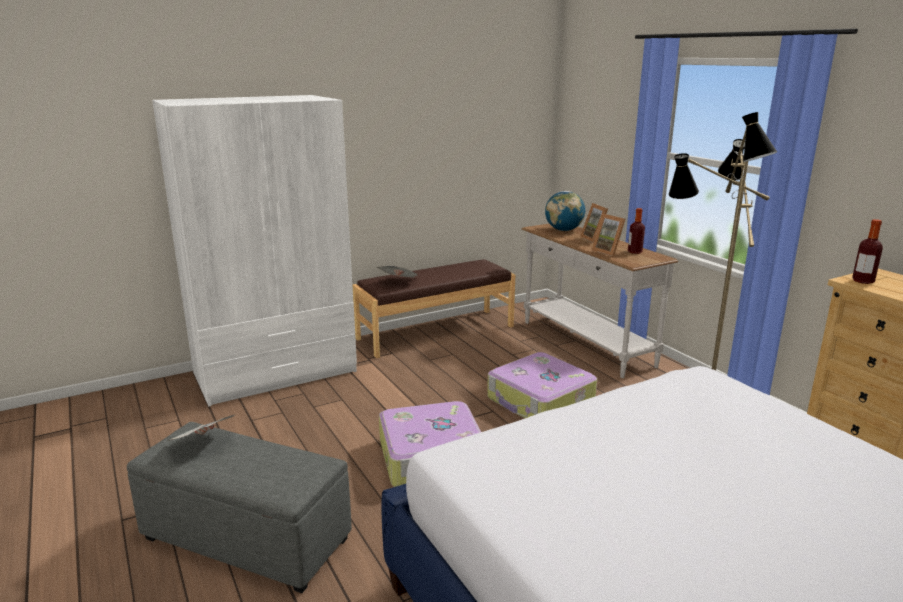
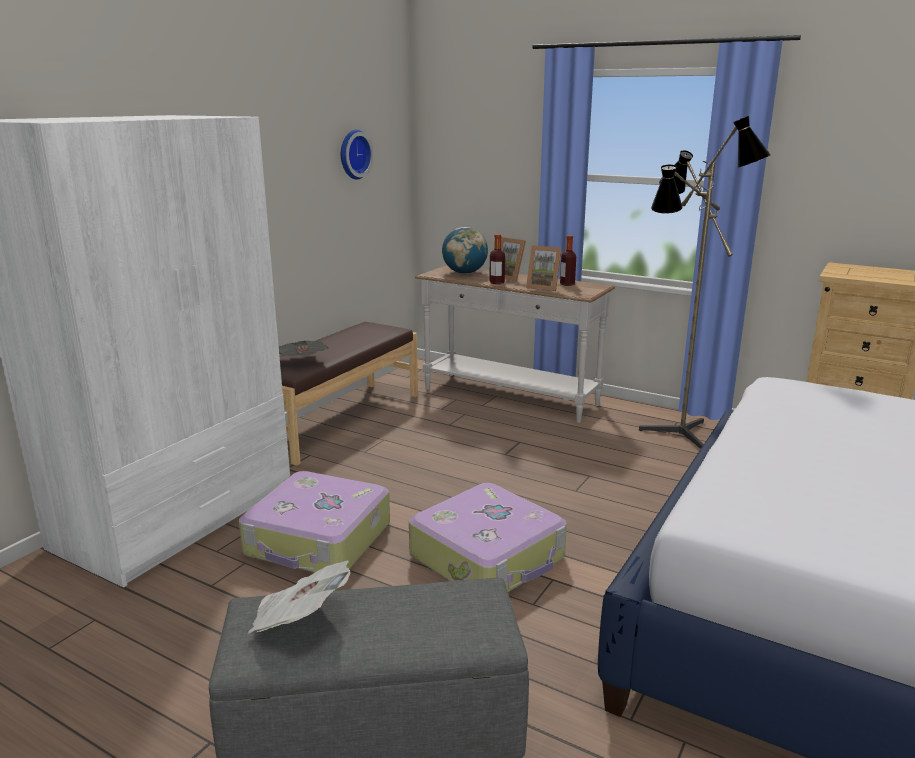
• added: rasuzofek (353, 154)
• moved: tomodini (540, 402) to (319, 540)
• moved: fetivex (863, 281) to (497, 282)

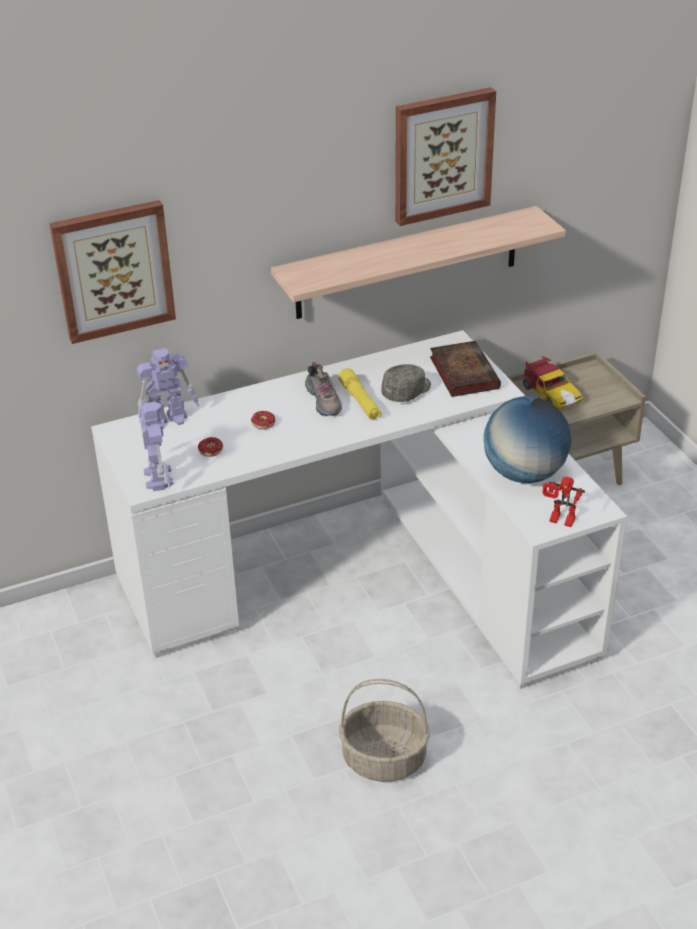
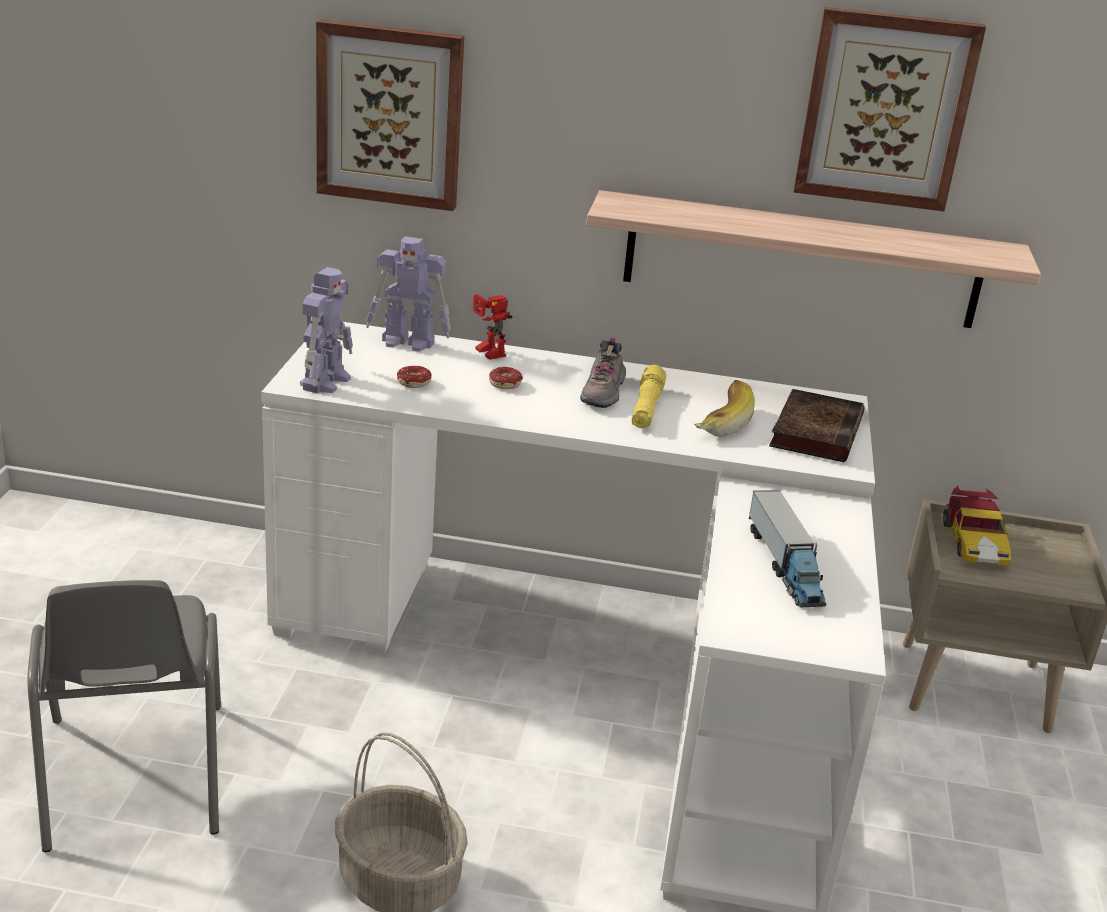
• added: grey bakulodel (133, 777)
• moved: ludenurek (559, 521) to (485, 352)
• replaced: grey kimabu (407, 391) to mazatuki (718, 421)
• replaced: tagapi (524, 473) to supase (784, 565)

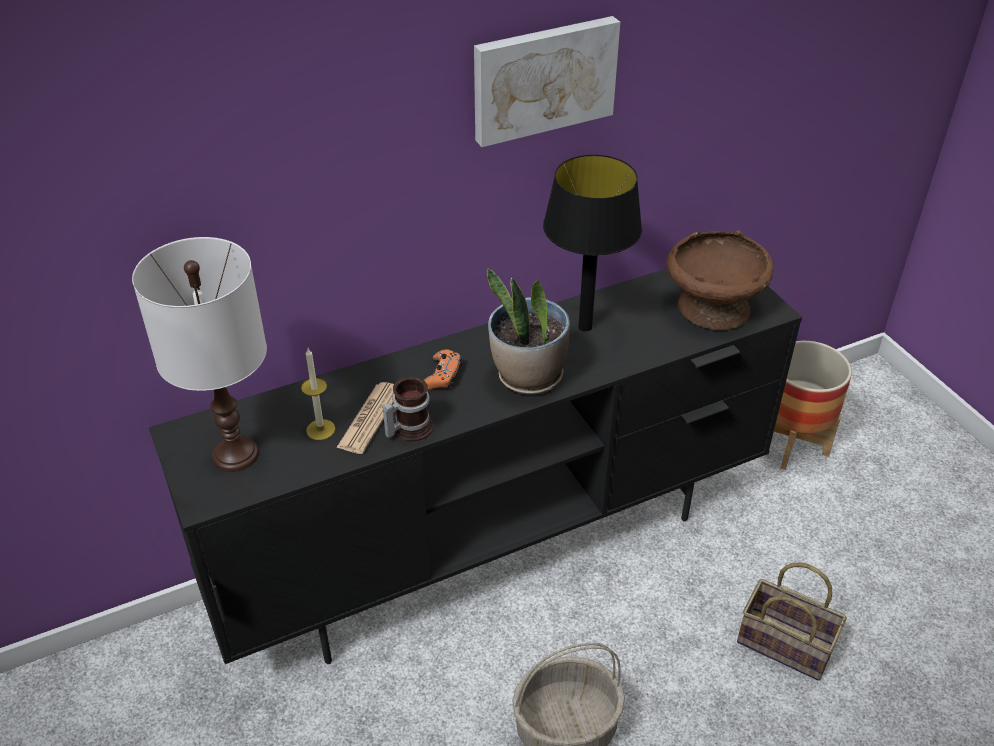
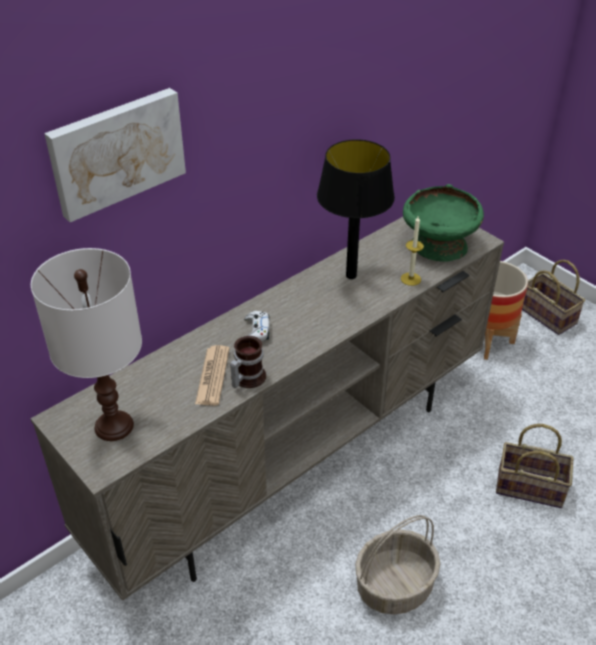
• removed: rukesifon (528, 377)
• added: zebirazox (549, 316)
• moved: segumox (320, 429) to (410, 279)
• moved: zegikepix (543, 78) to (116, 151)
• recoloured: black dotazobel (497, 549) to beige dotazobel (297, 462)
• recoloured: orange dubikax (442, 375) to white dubikax (256, 332)
• recoloured: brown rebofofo (712, 306) to green rebofofo (438, 244)

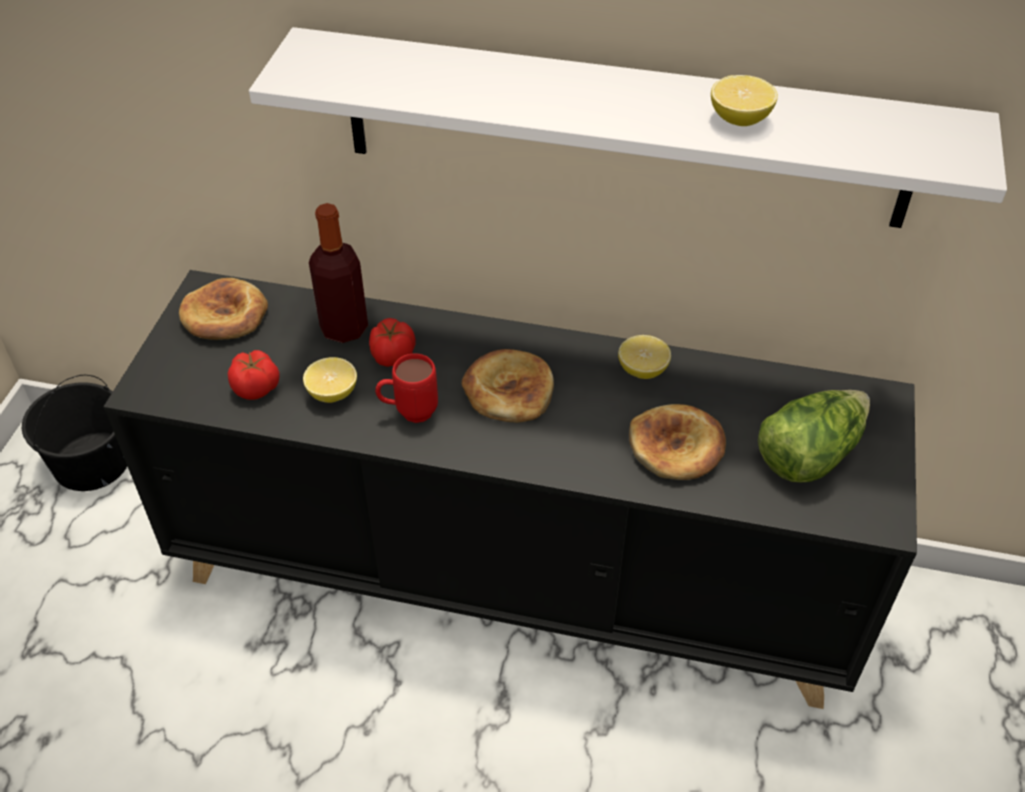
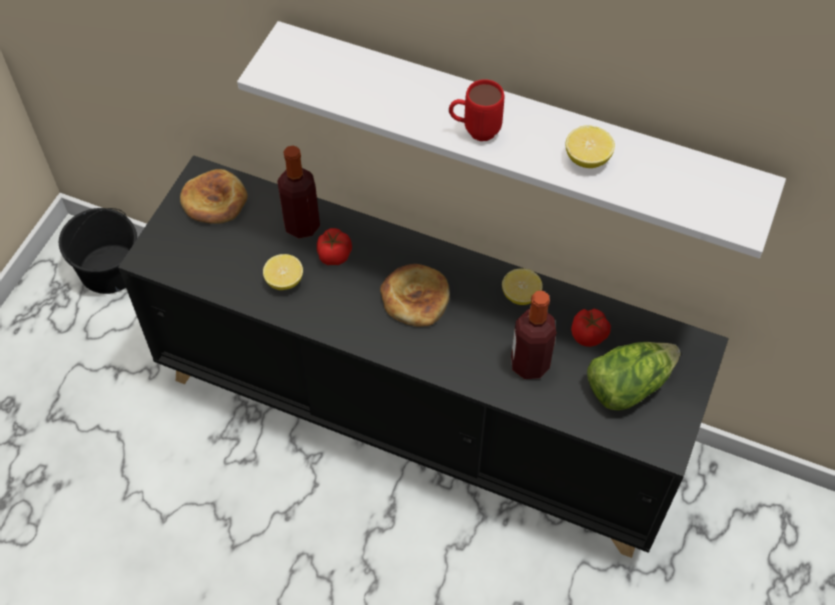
• moved: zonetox (257, 388) to (589, 335)
• moved: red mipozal (408, 413) to (474, 131)
• replaced: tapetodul (676, 447) to fetivex (529, 364)

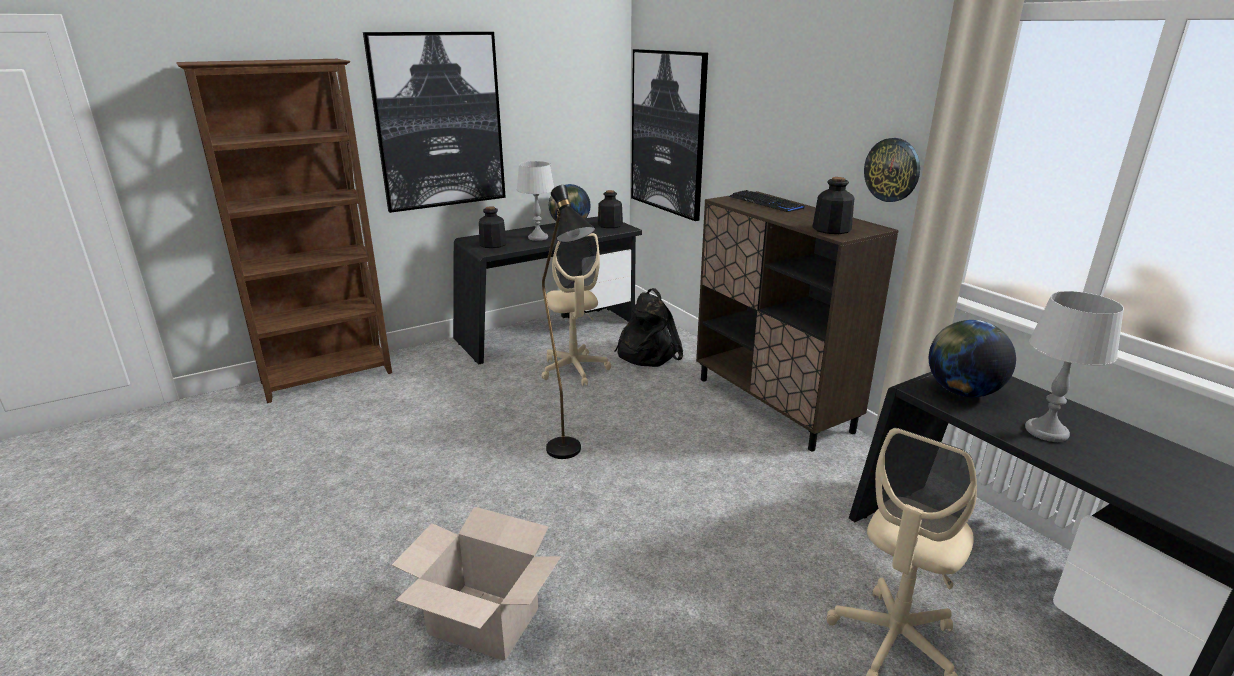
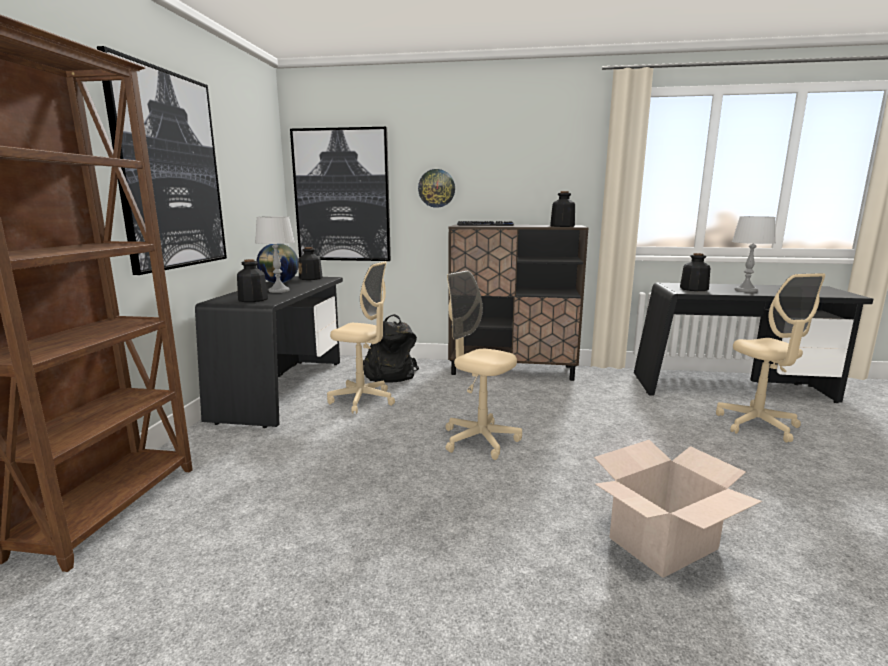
• moved: rasuzofek (892, 170) to (436, 188)
• replaced: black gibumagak (570, 455) to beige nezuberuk (480, 440)
• replaced: tagapi (962, 392) to fetivex (693, 289)

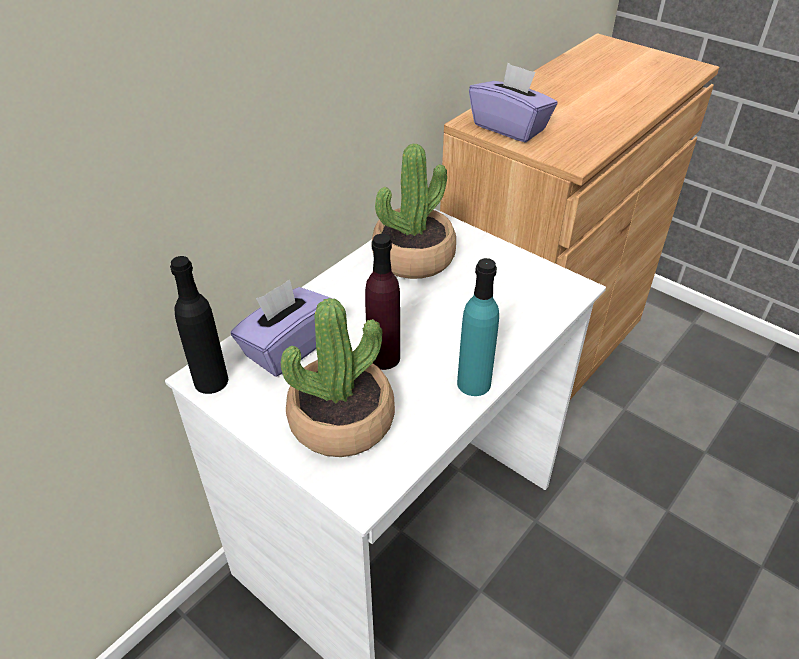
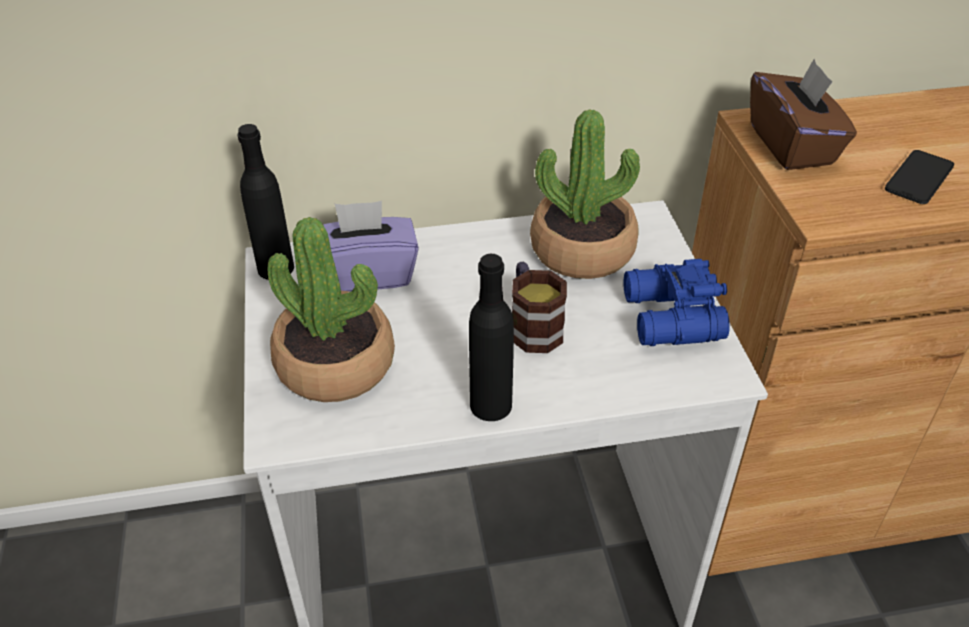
• removed: purple fetivex (383, 358)
• added: mipozal (532, 326)
• added: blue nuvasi (670, 319)
• added: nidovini (919, 178)
• recoloured: turquoise fetivex (473, 383) to black fetivex (491, 405)
• recoloured: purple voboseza (510, 127) to brown voboseza (792, 145)

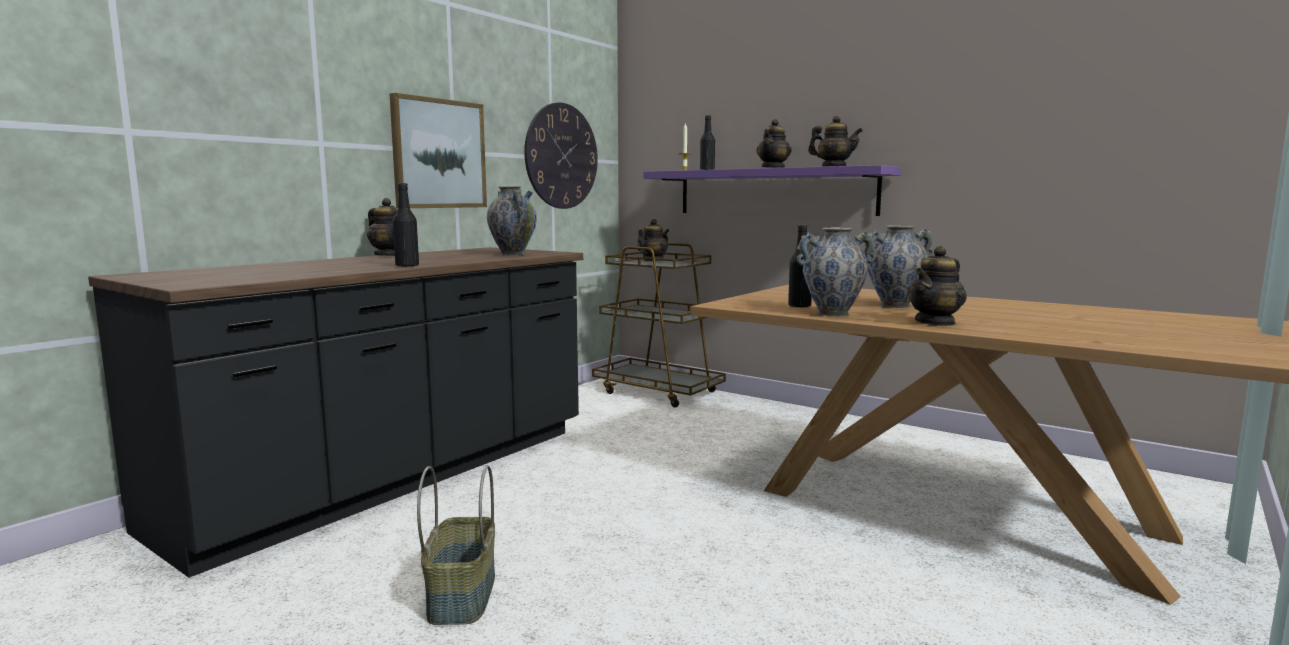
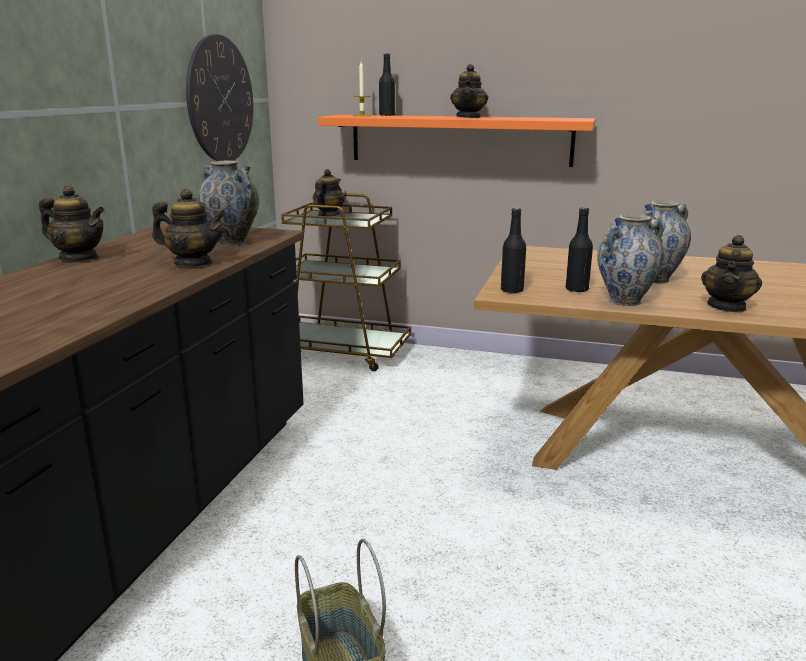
• removed: zegikepix (438, 154)
• moved: black fetivex (407, 266) to (512, 290)
• moved: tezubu (834, 167) to (193, 263)
• recoloured: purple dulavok (773, 192) to orange dulavok (459, 140)

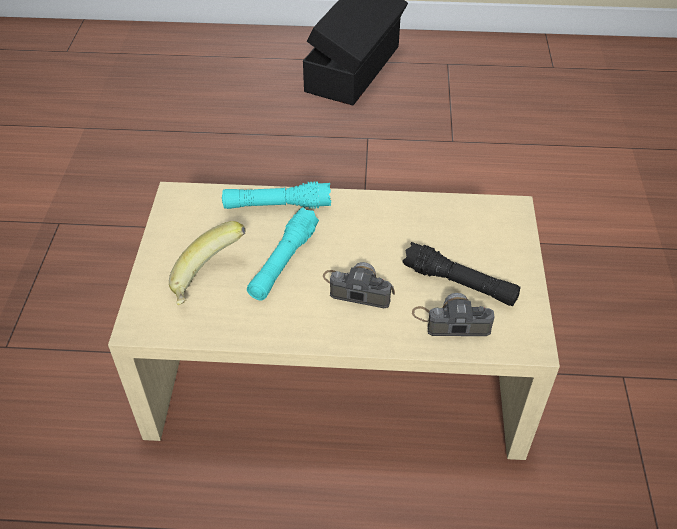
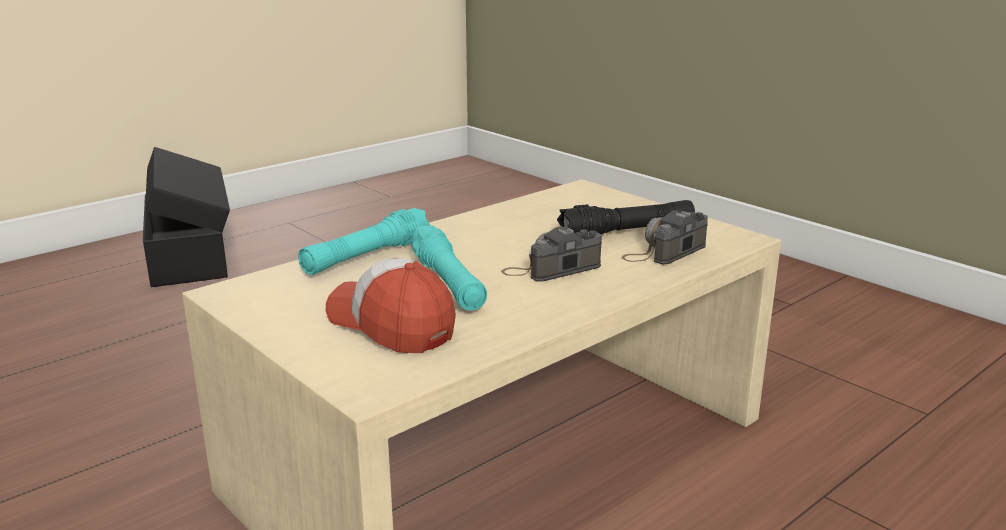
• replaced: mazatuki (209, 280) to kimabu (391, 324)

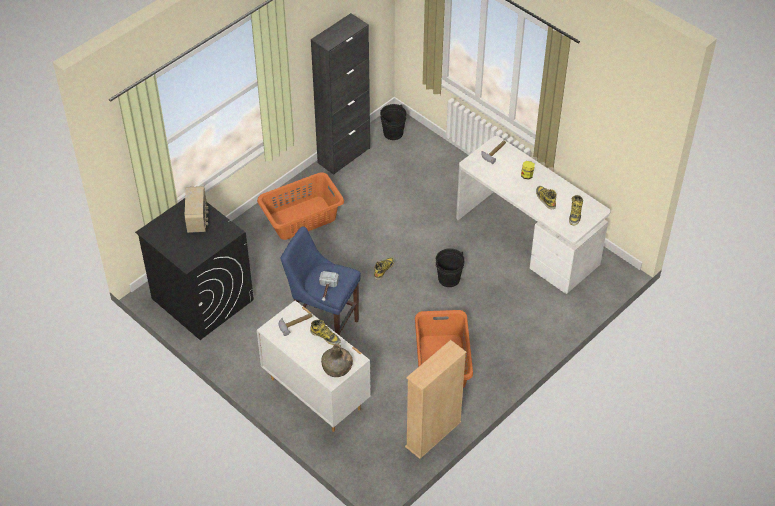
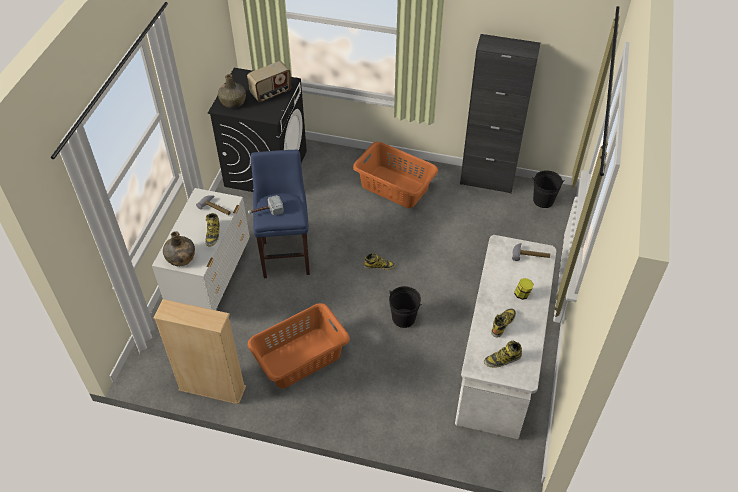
• added: green fetivex (233, 102)

